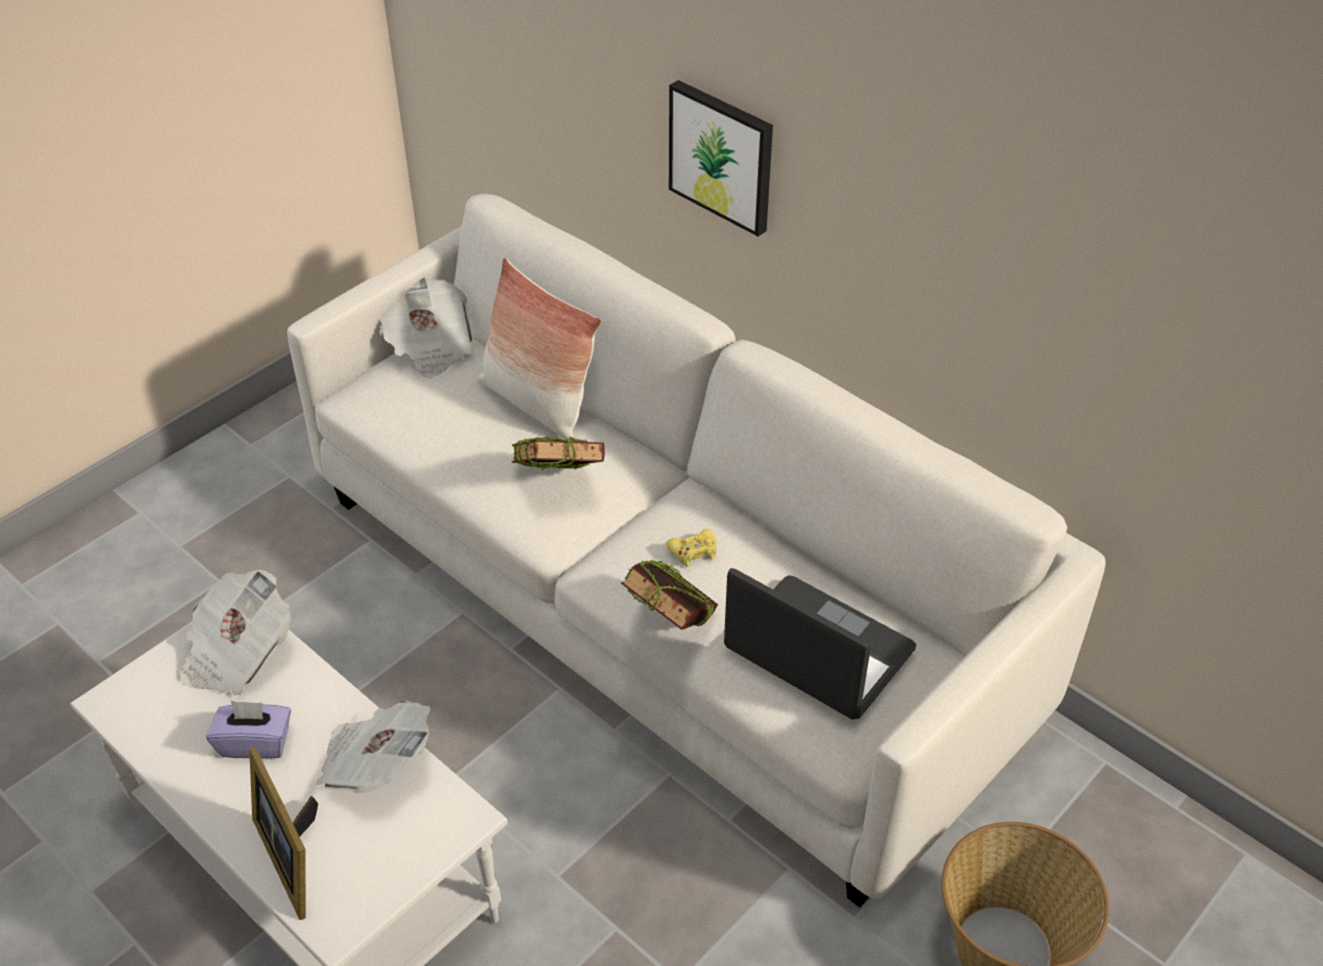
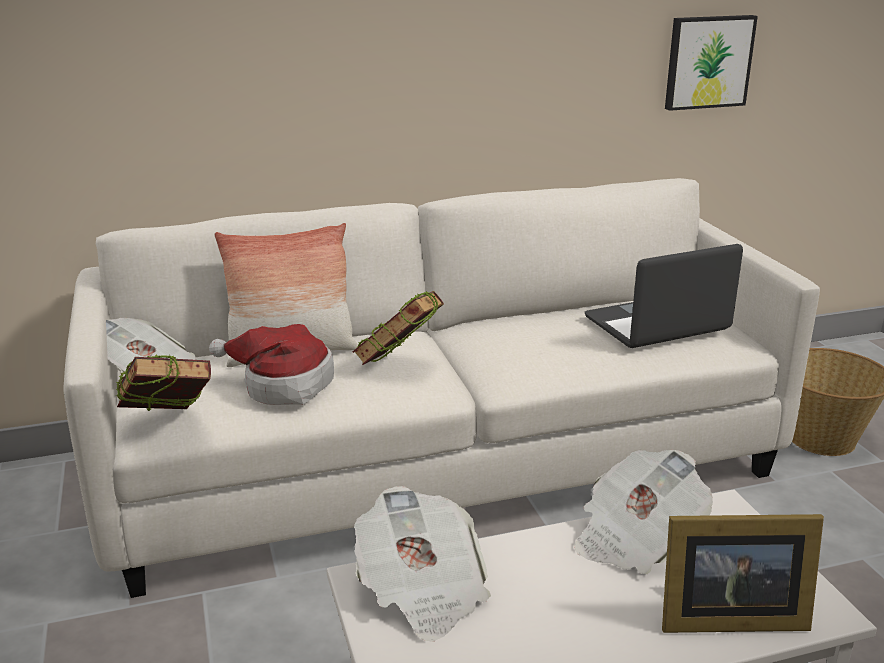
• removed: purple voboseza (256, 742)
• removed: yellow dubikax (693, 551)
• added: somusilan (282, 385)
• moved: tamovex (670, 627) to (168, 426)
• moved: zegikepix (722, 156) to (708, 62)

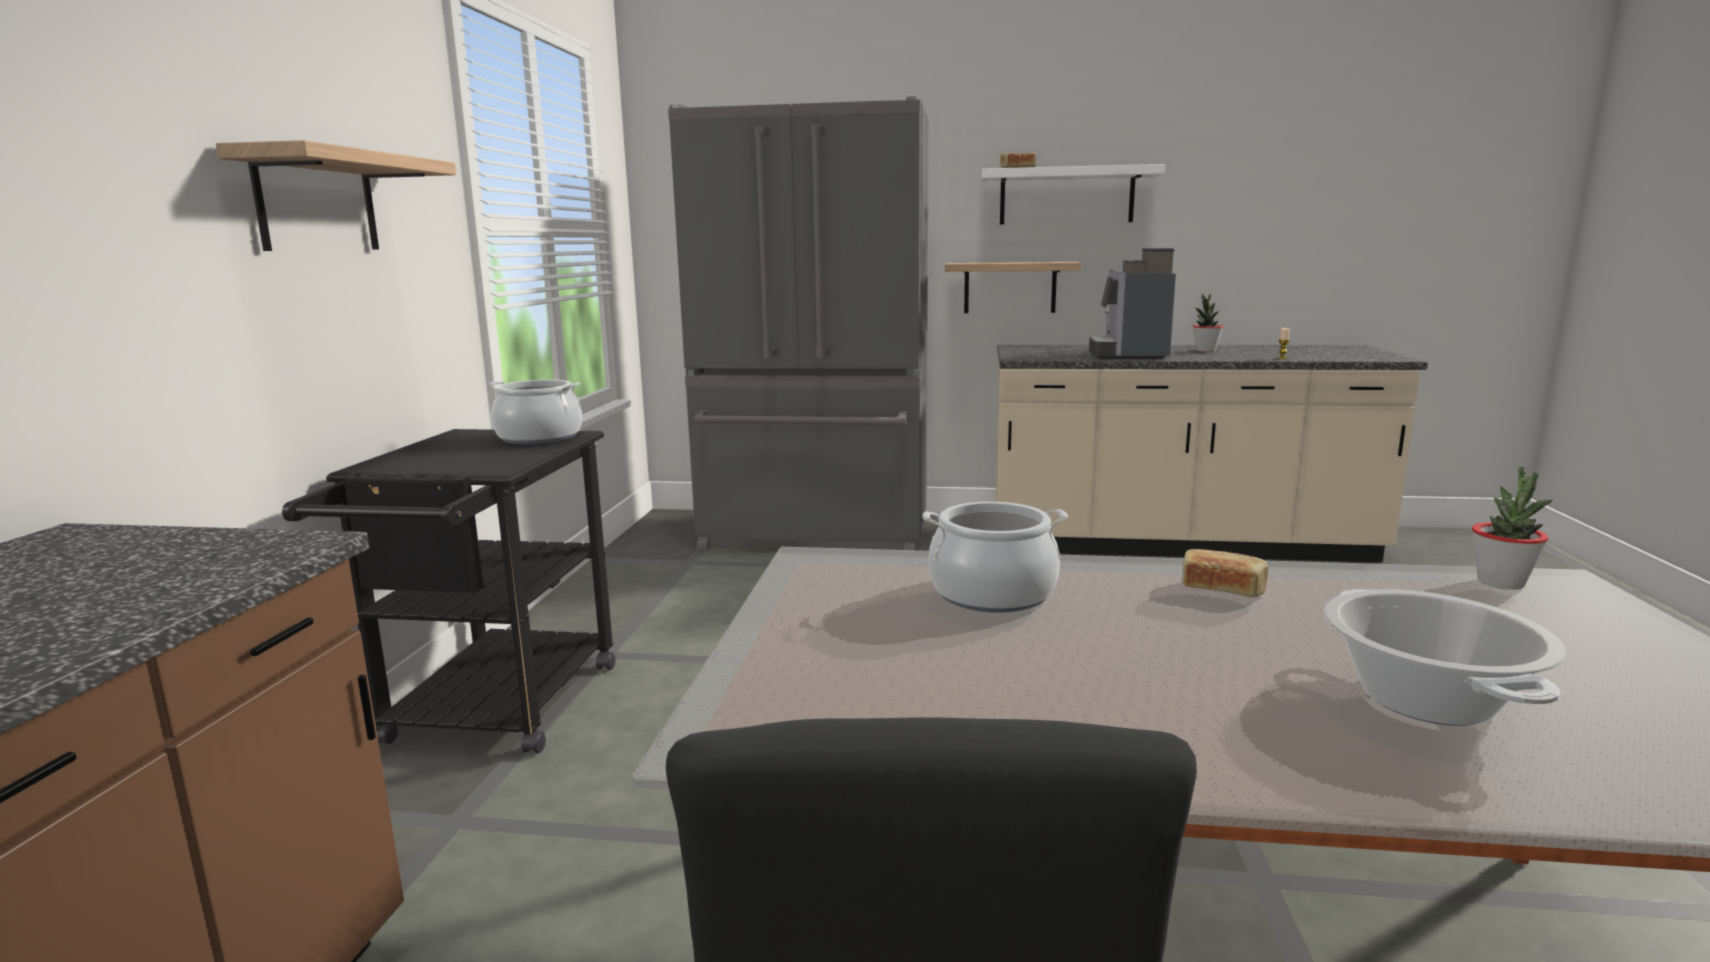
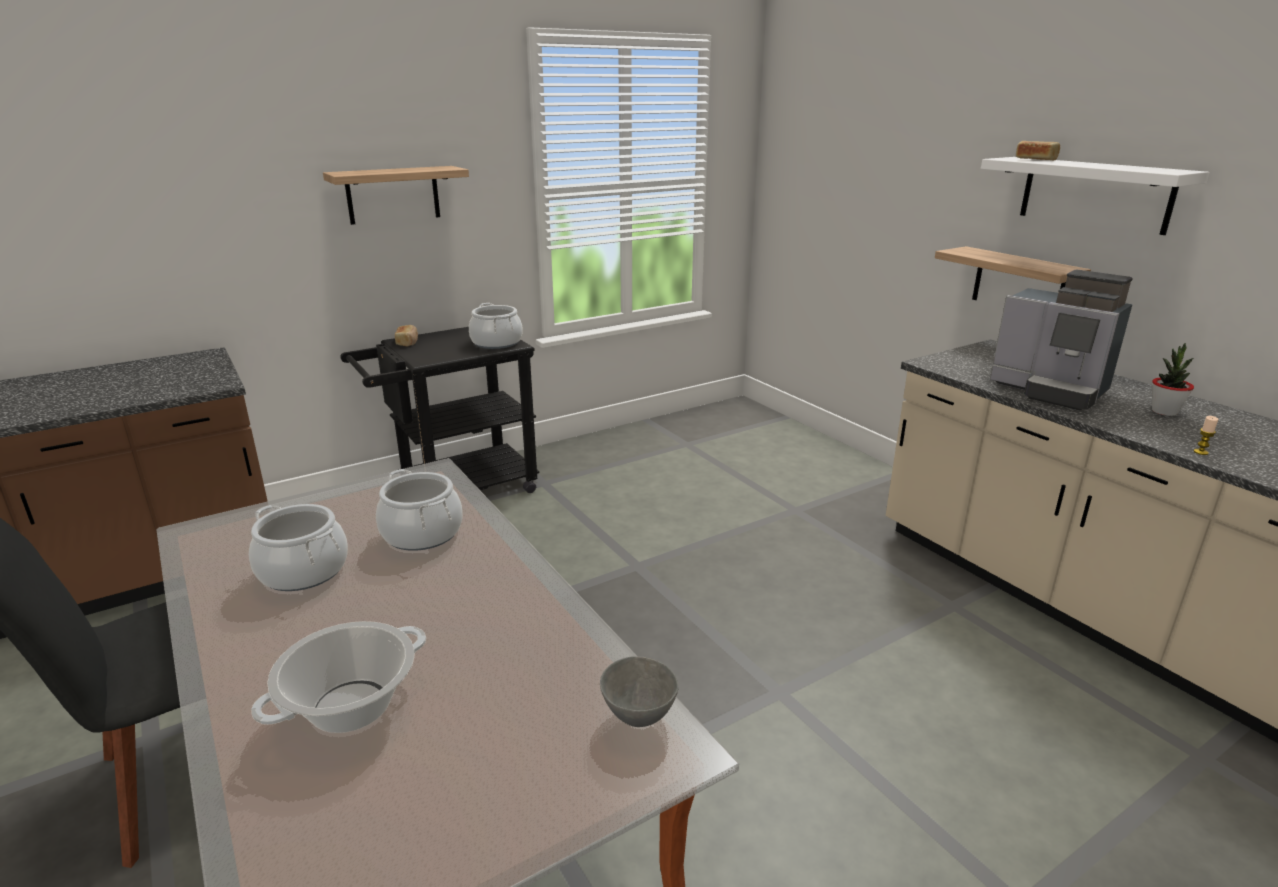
• removed: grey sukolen (816, 535)
• added: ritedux (303, 571)
• moved: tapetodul (1222, 589) to (407, 342)
• replaced: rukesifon (1500, 583) to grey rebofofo (637, 716)
• turned: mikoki (1129, 354) = (1051, 390) 105 degrees counterclockwise

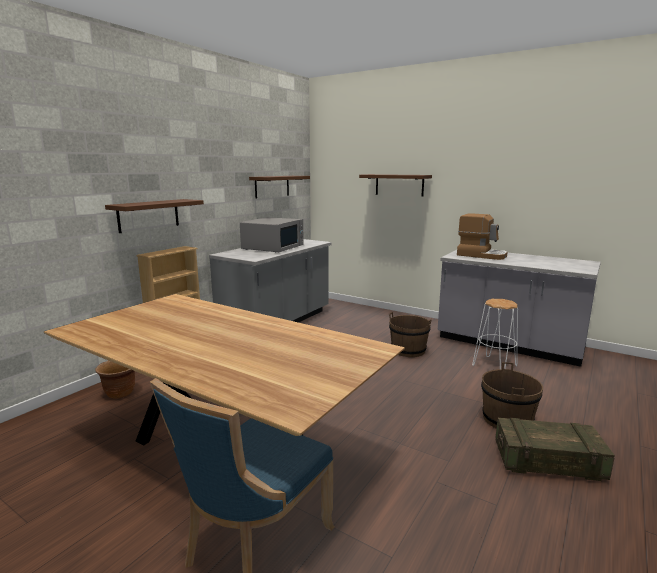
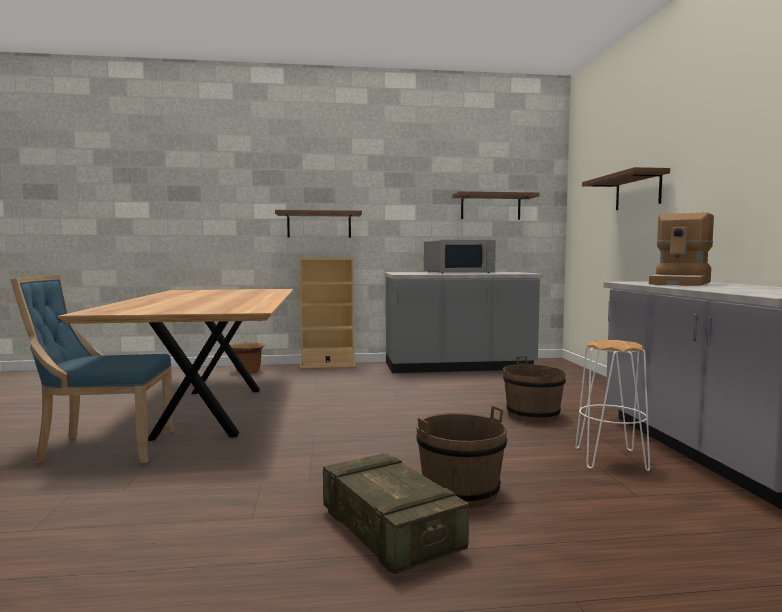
• turned: mikoki (481, 255) = (681, 283) 45 degrees clockwise

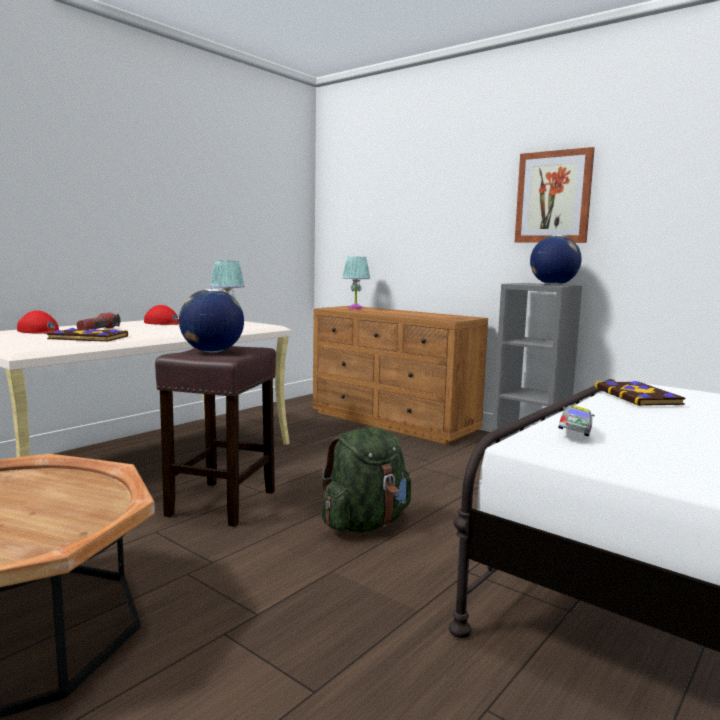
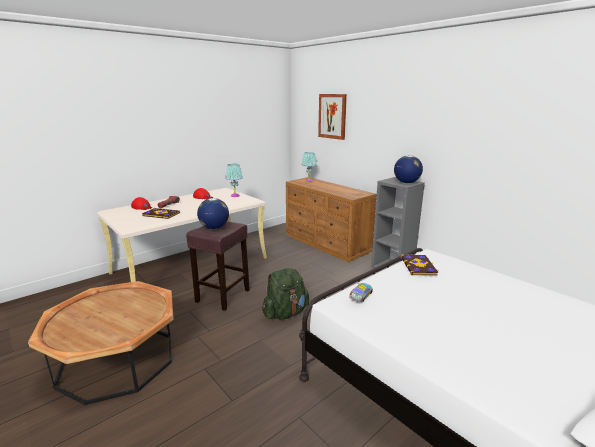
• moved: zegikepix (553, 197) to (332, 116)

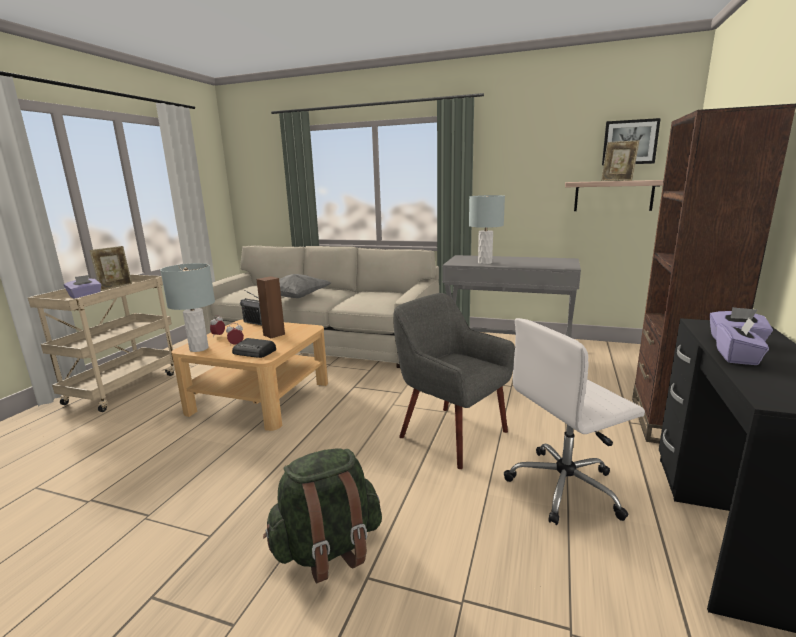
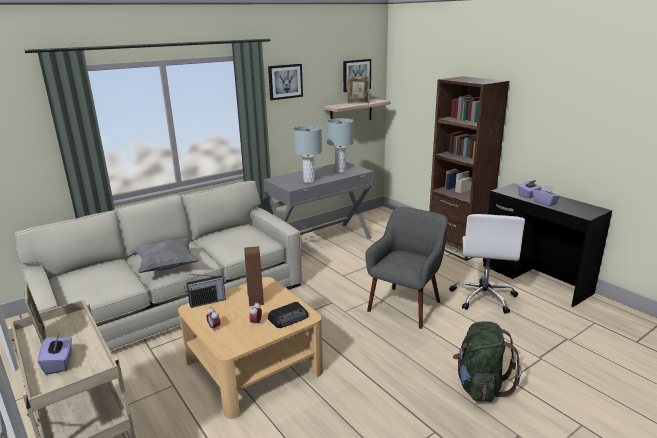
• added: zegikepix (285, 81)
• moved: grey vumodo (199, 348) to (340, 170)
• turned: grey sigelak (451, 434) = (405, 306) 135 degrees clockwise

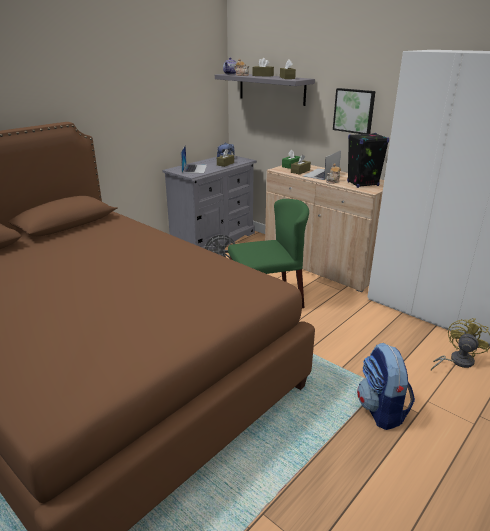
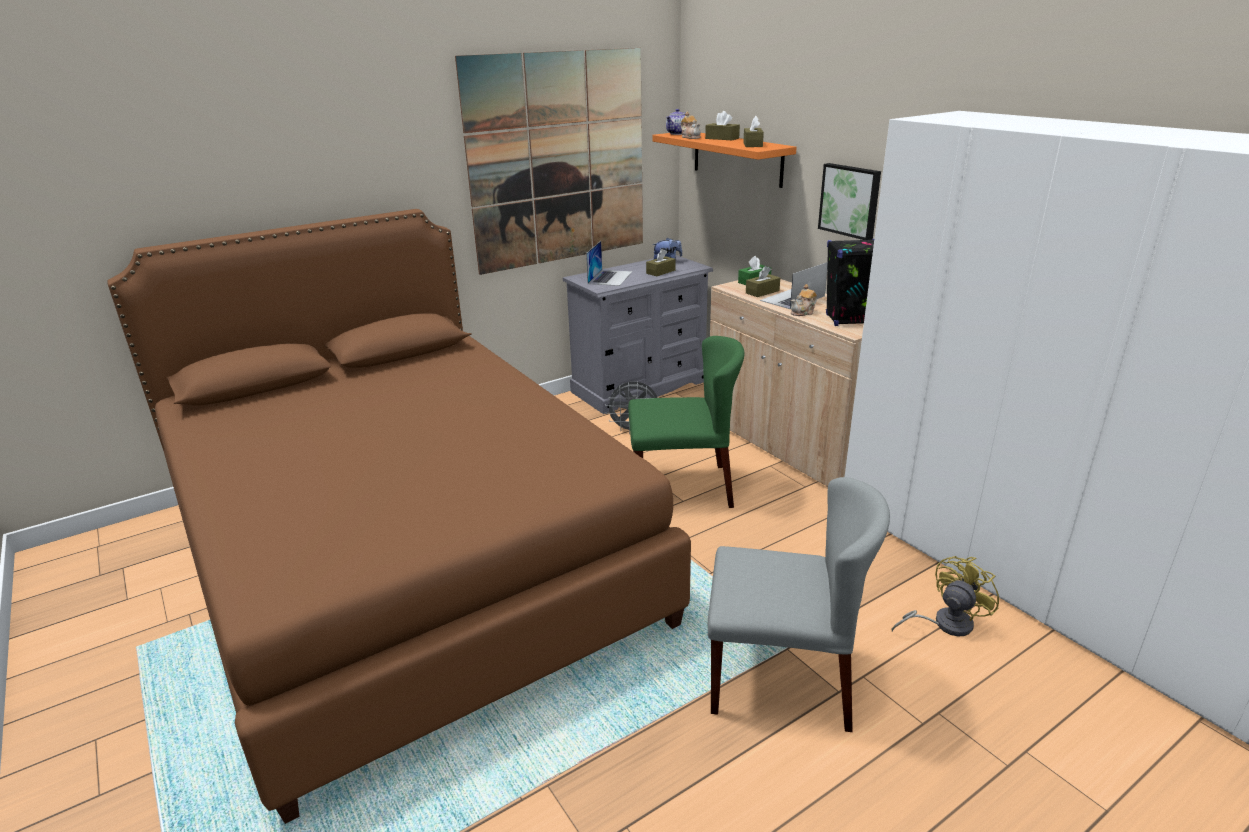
• added: zegikepix (559, 160)
• replaced: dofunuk (381, 410) to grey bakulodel (781, 678)
• recoloured: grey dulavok (271, 89) to orange dulavok (737, 158)

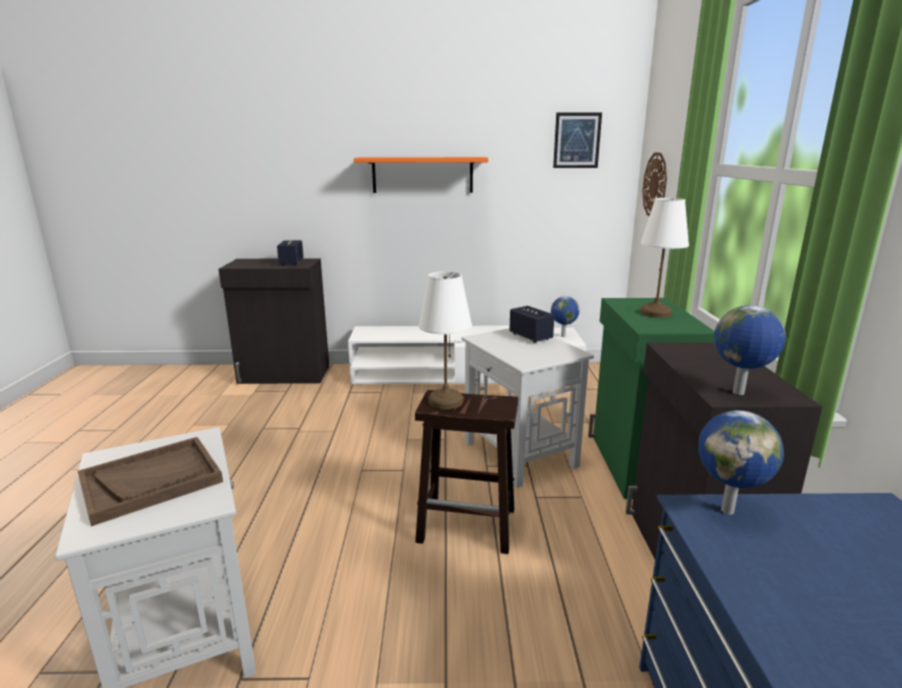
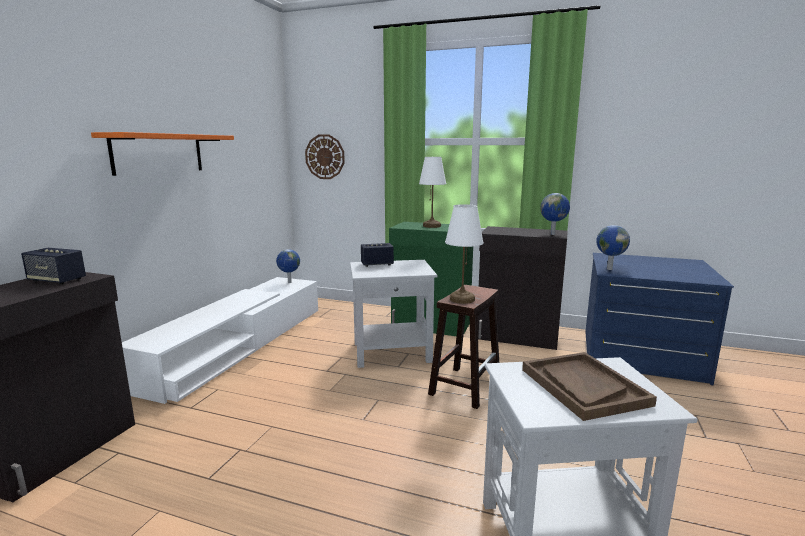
• removed: zegikepix (577, 140)

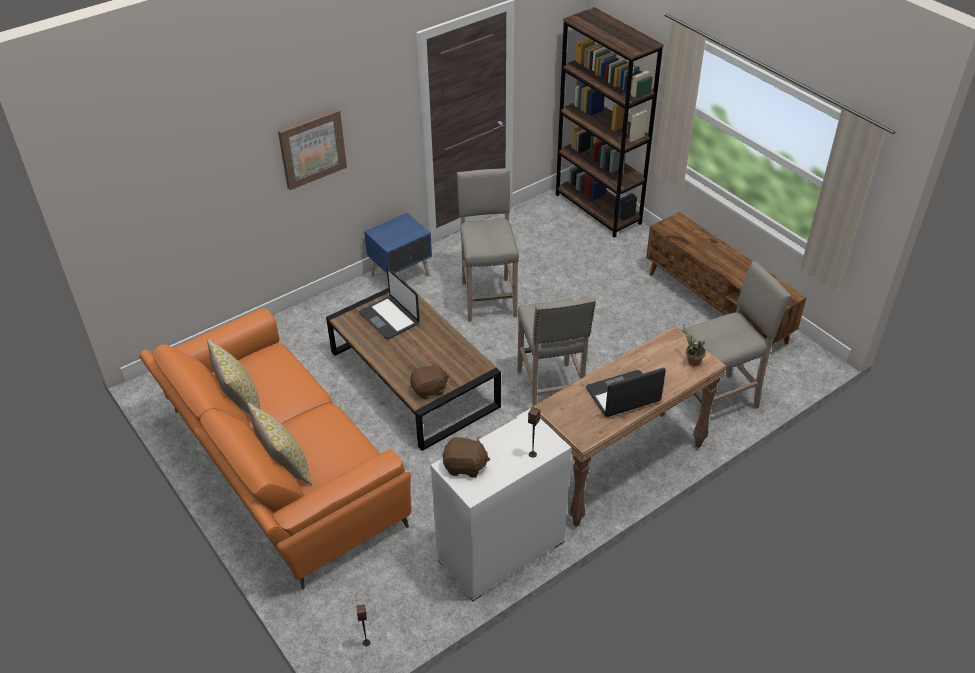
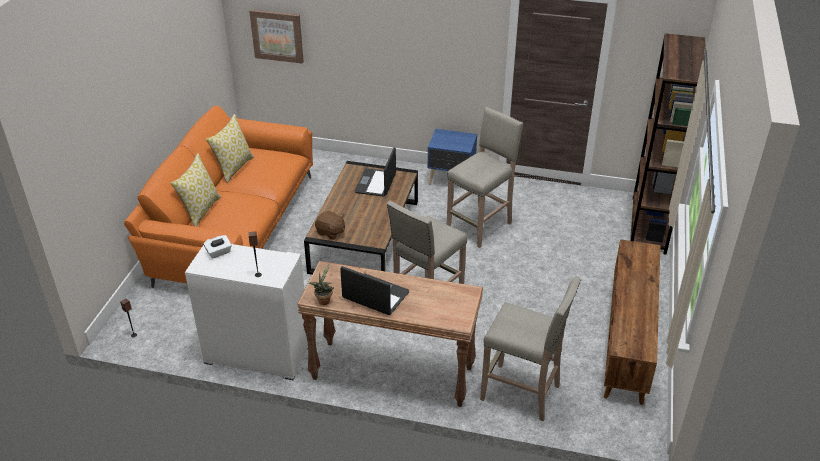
• moved: zegikepix (312, 148) to (277, 35)
• moved: rukesifon (691, 361) to (323, 300)
• replaced: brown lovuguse (465, 466) to white voboseza (219, 252)

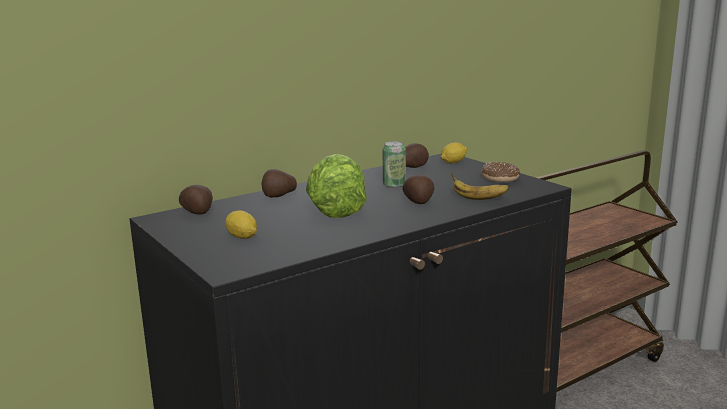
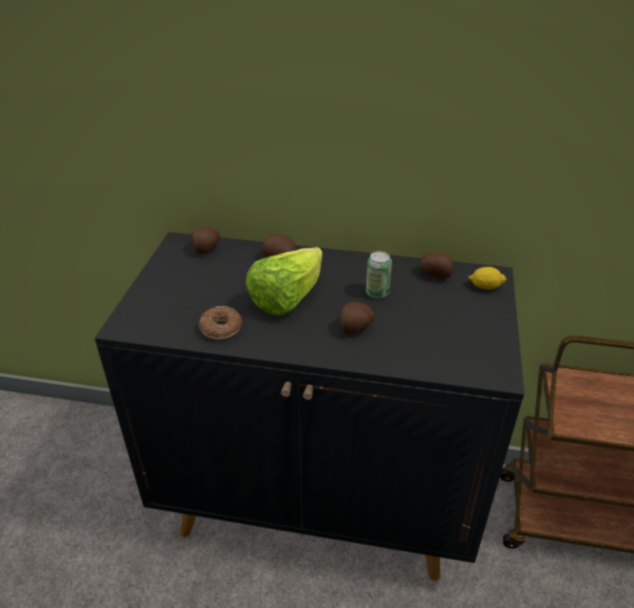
• removed: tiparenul (242, 237)
• removed: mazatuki (476, 198)
• moved: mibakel (500, 178) to (221, 328)

